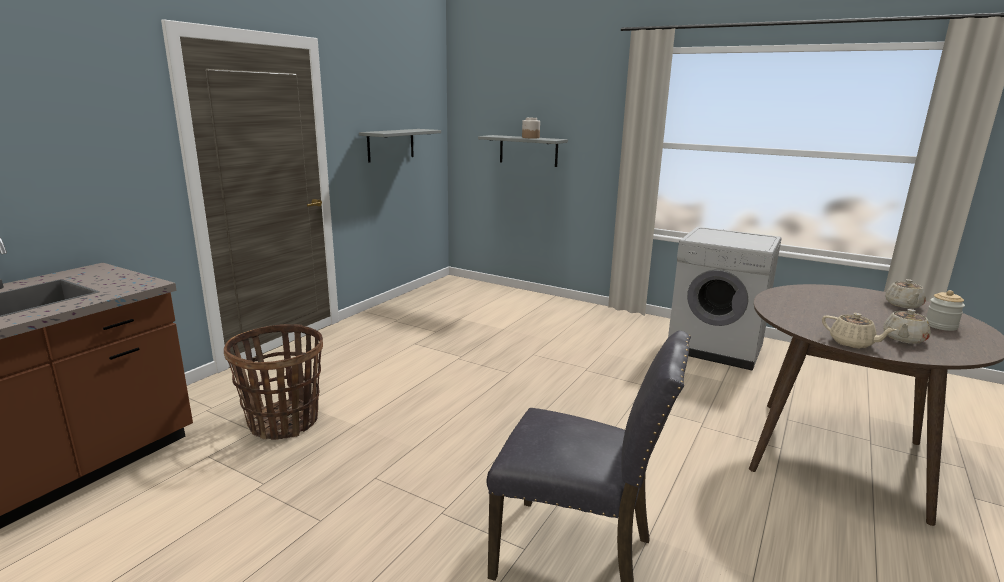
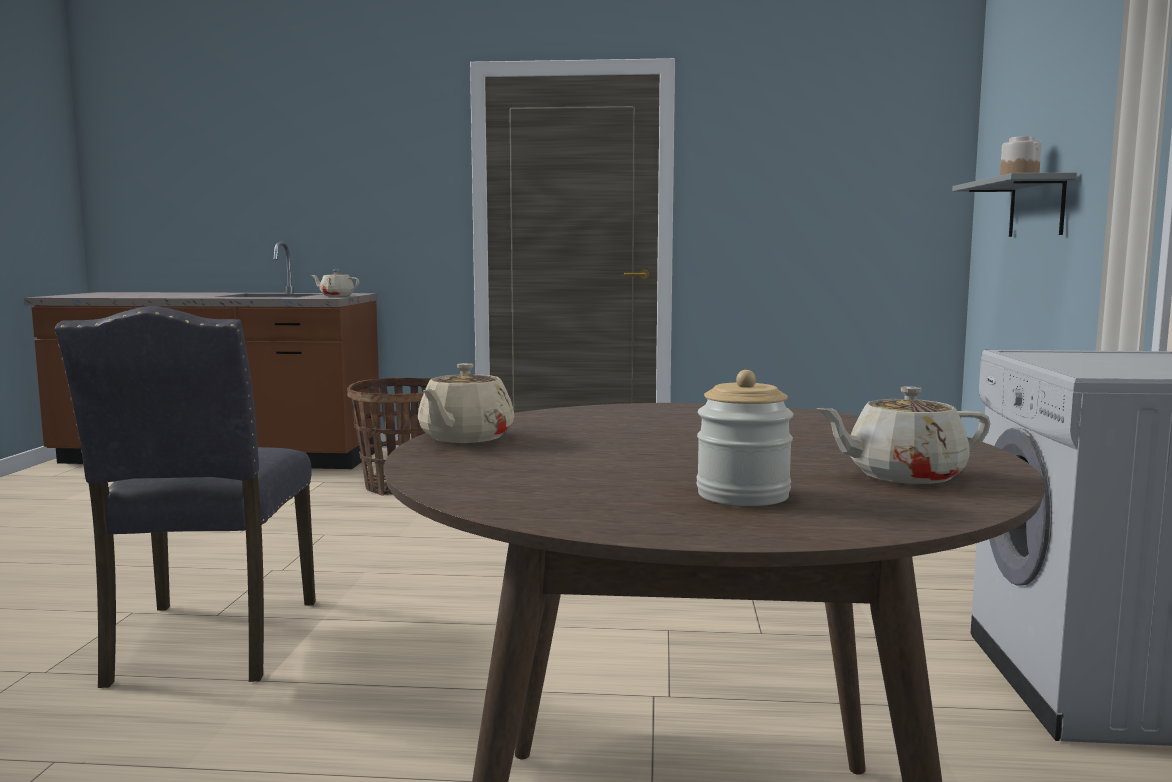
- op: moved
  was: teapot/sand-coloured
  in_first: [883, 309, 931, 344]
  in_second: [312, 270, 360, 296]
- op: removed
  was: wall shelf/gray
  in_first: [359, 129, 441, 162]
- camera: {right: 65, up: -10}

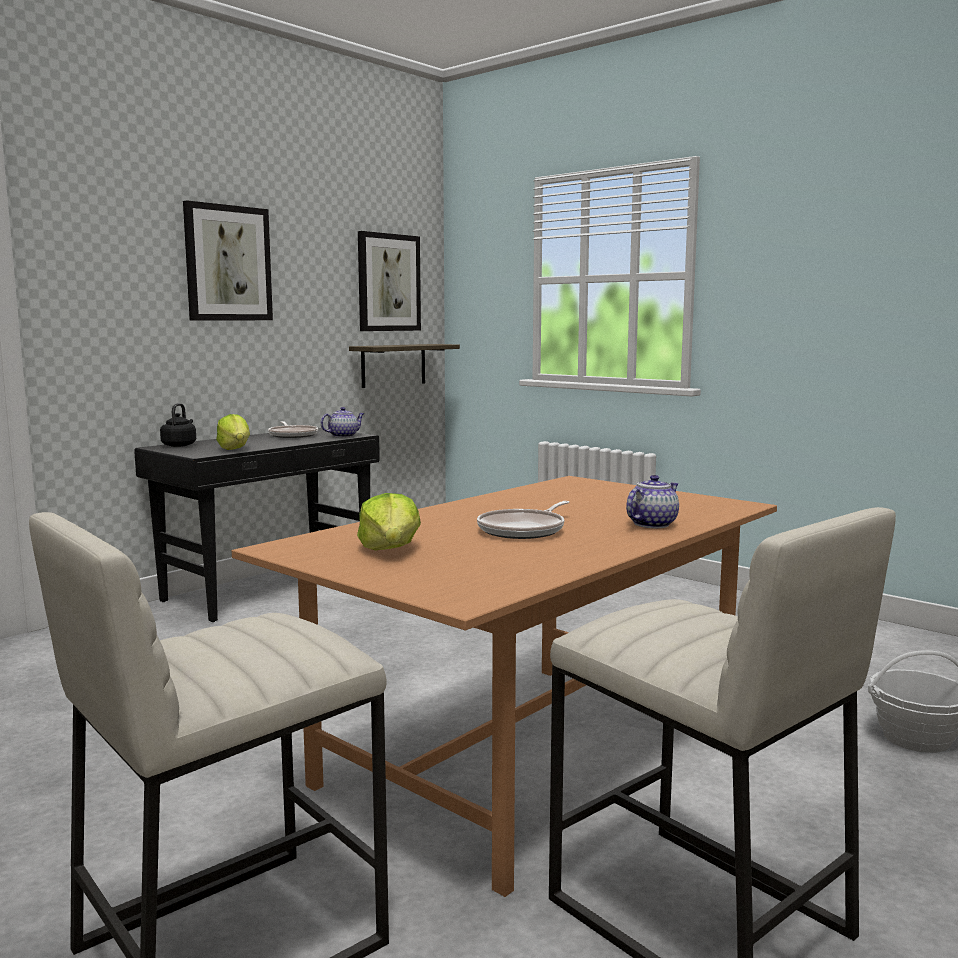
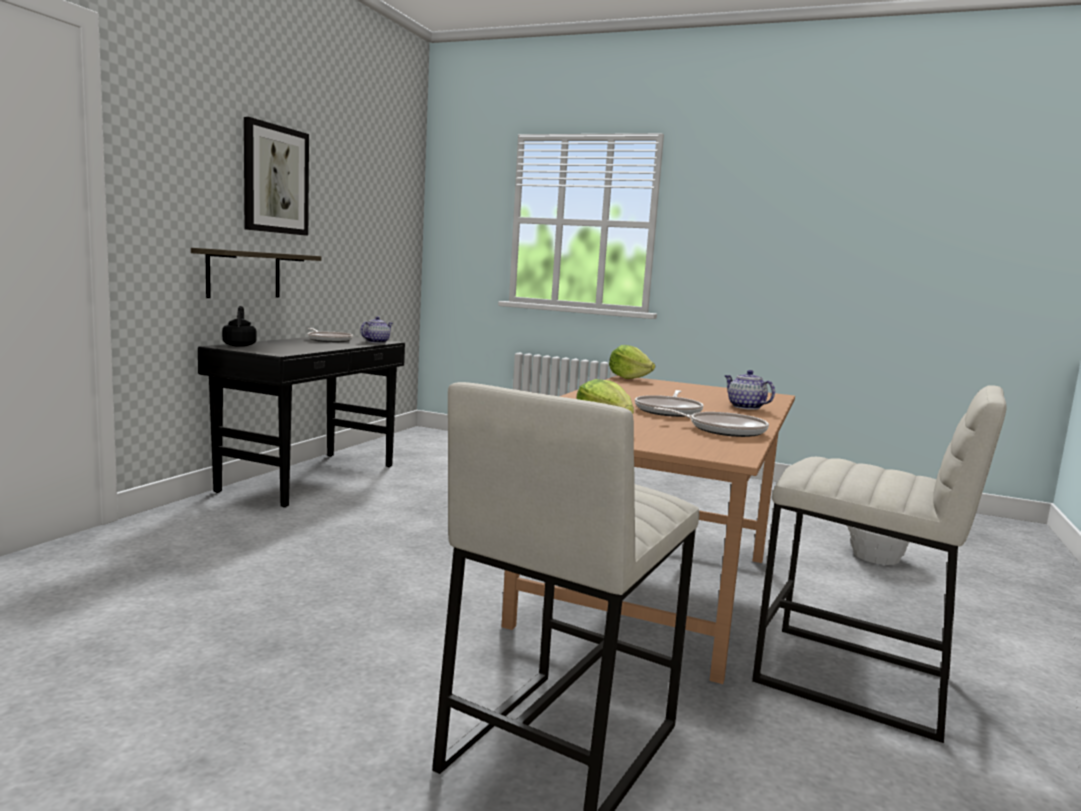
- op: moved
  was: wall shelf
  in_first: [349, 344, 460, 388]
  in_second: [191, 248, 321, 298]
- op: moved
  was: lettuce
  in_first: [216, 414, 250, 450]
  in_second: [609, 345, 655, 379]
- op: added
  now: pan
  in_second: [654, 407, 769, 437]
- op: turned
  was: teapot
  in_first: [626, 475, 679, 528]
  in_second: [725, 370, 775, 410]
  clockwise: -60
- op: removed
  was: wall picture
  in_first: [358, 231, 421, 331]
- camera: {right: -20, up: 0}

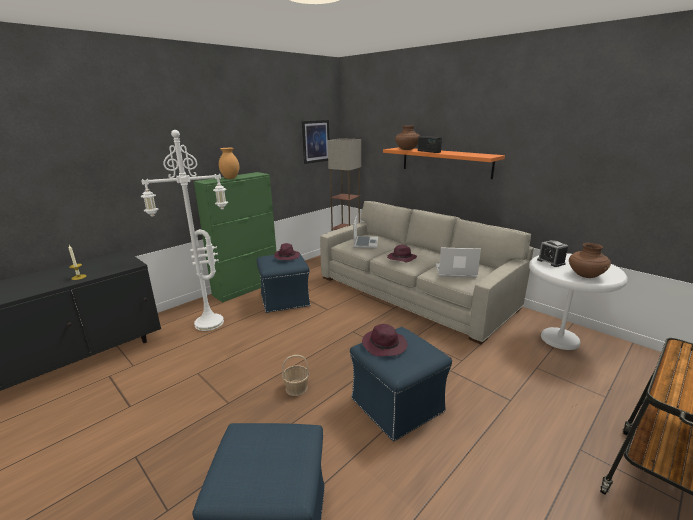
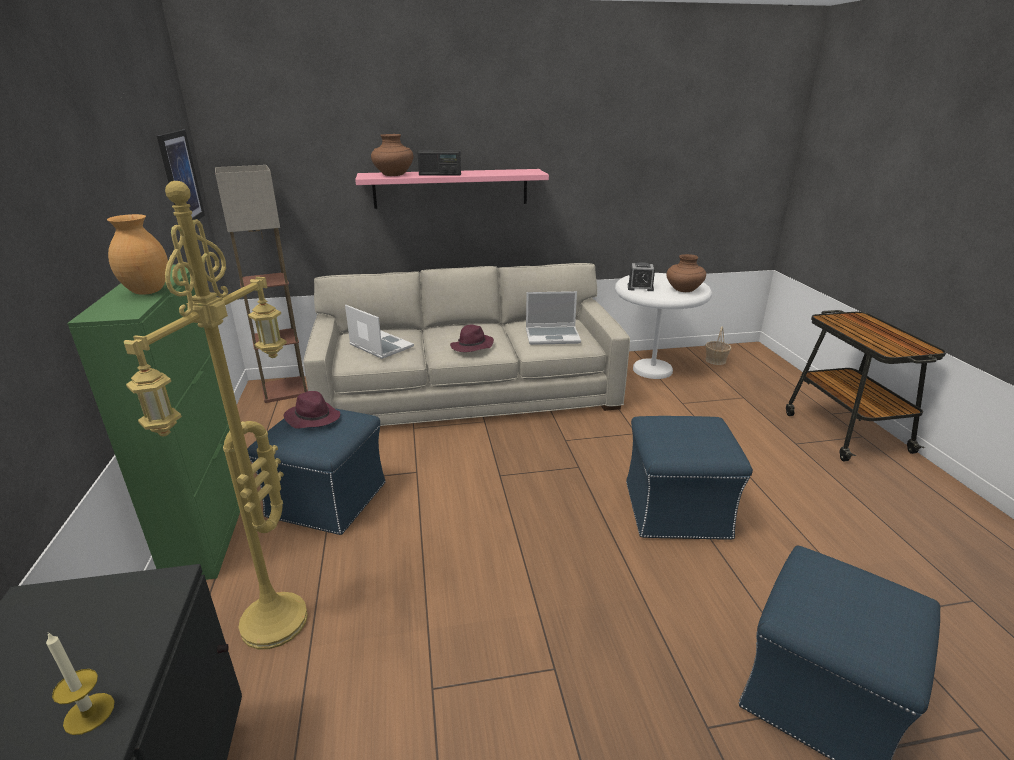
- op: recoloured
  was: floor lamp/white-coloured
  now: floor lamp/yellow-coloured
  in_first: [141, 130, 228, 331]
  in_second: [124, 181, 308, 649]
- op: recoloured
  was: wall shelf/orange-coloured
  now: wall shelf/pink
  in_first: [383, 147, 505, 179]
  in_second: [355, 169, 549, 209]
- op: turned
  was: notebook computer
  in_first: [436, 248, 481, 278]
  in_second: [526, 291, 581, 345]
  clockwise: -135
- op: moved
  was: storage basket
  in_first: [282, 355, 309, 396]
  in_second: [705, 326, 731, 365]
- op: removed
  was: hat/purple
  in_first: [362, 324, 408, 356]
- camera: {right: -55, up: 5}

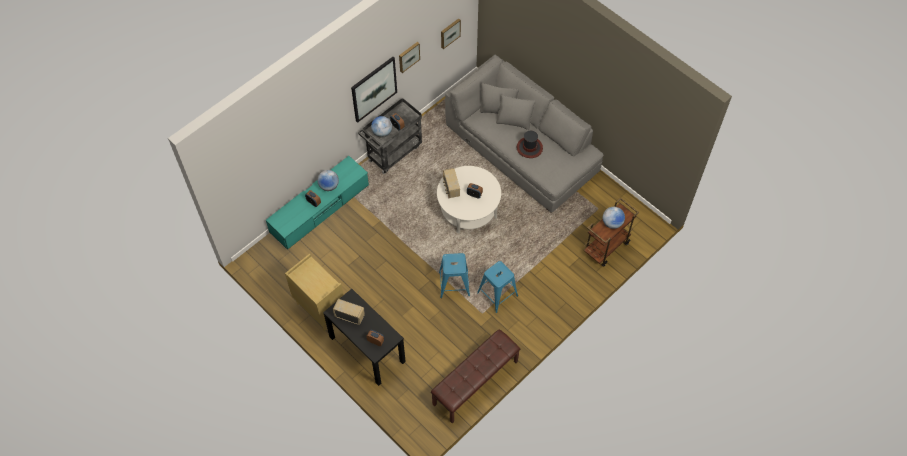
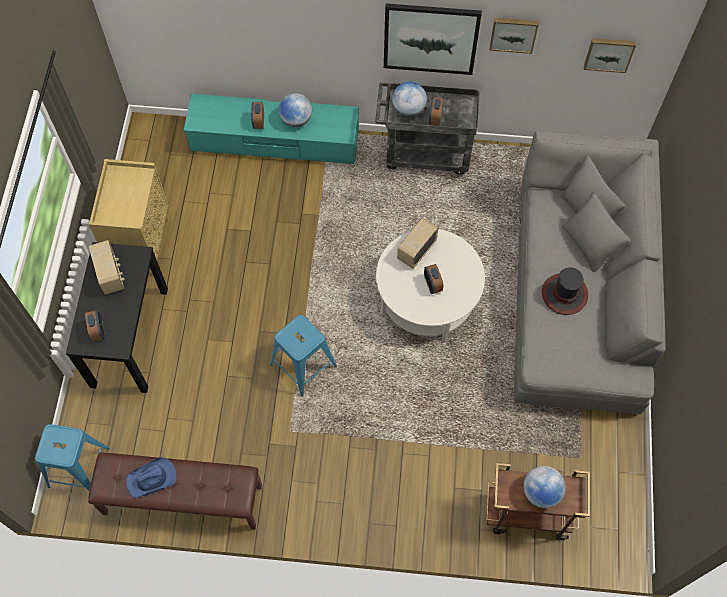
- op: moved
  was: sitting stool/blue-coloured
  in_first: [477, 261, 518, 313]
  in_second: [35, 424, 110, 491]
- op: added
  now: hat/blue-coloured
  in_second: [127, 457, 177, 498]
- camera: {right: 50, up: 5}

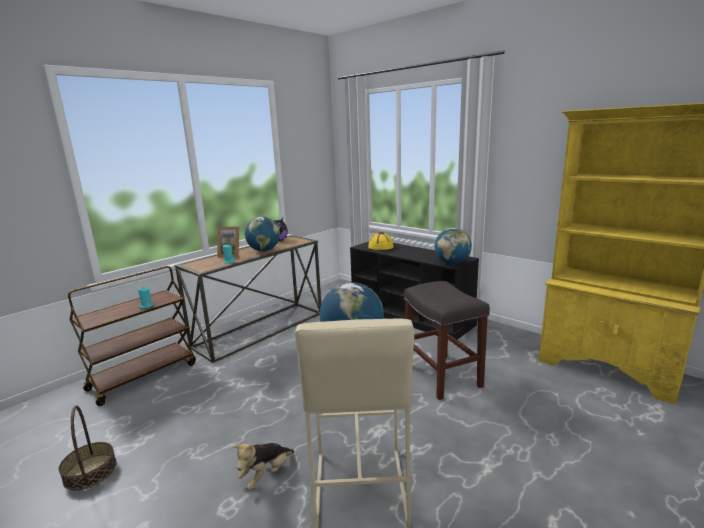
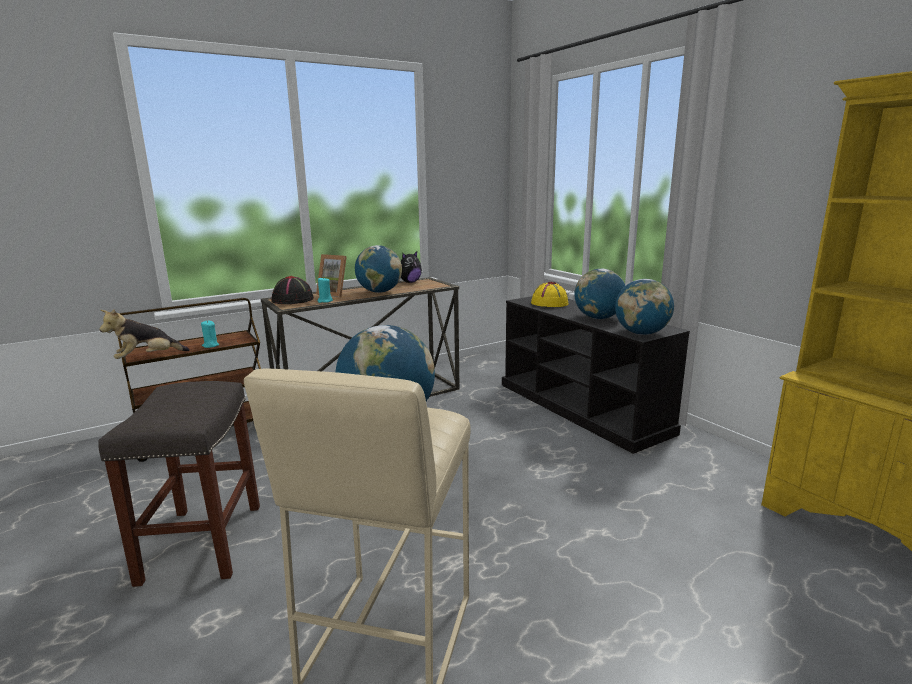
- op: moved
  was: sitting stool/gray
  in_first: [404, 281, 490, 400]
  in_second: [98, 381, 260, 587]
- op: moved
  was: soft toy
  in_first: [233, 443, 294, 490]
  in_second: [99, 309, 190, 359]
- op: added
  now: hat/blackish
  in_second: [271, 276, 314, 304]
- op: added
  now: globe
  in_second: [574, 269, 625, 319]
- op: removed
  was: storage basket
  in_first: [59, 405, 117, 490]
- camera: {right: 15, up: 0}

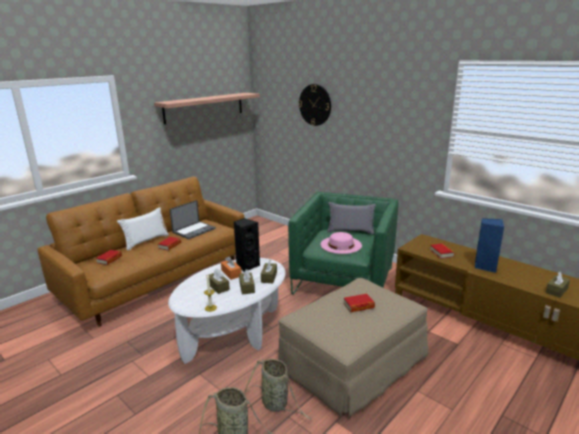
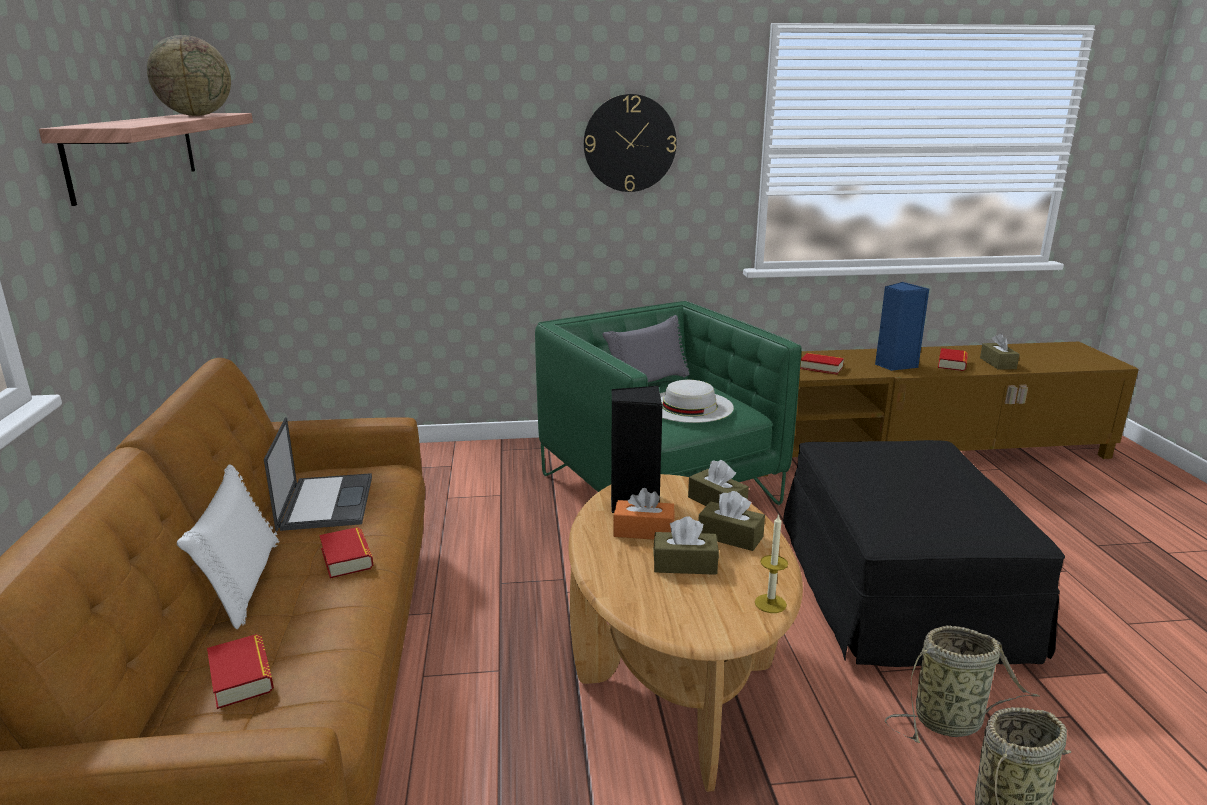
- op: added
  now: globe
  in_second: [147, 35, 231, 116]
- op: recoloured
  was: low table/white-coloured
  now: low table/brown-coloured
  in_first: [168, 258, 286, 364]
  in_second: [569, 474, 803, 792]
- op: moved
  was: clock on the wall
  in_first: [298, 84, 331, 126]
  in_second: [584, 94, 677, 192]
- op: recoloured
  was: hat/pink
  now: hat/white-coloured
  in_first: [320, 232, 362, 254]
  in_second: [660, 380, 734, 423]
- op: recoloured
  was: footrest/sand-coloured
  now: footrest/blackish
  in_first: [278, 278, 428, 418]
  in_second: [783, 440, 1065, 667]
- op: moved
  was: bound book
  in_first: [344, 294, 375, 313]
  in_second: [938, 348, 968, 371]
- camera: {right: -50, up: 0}

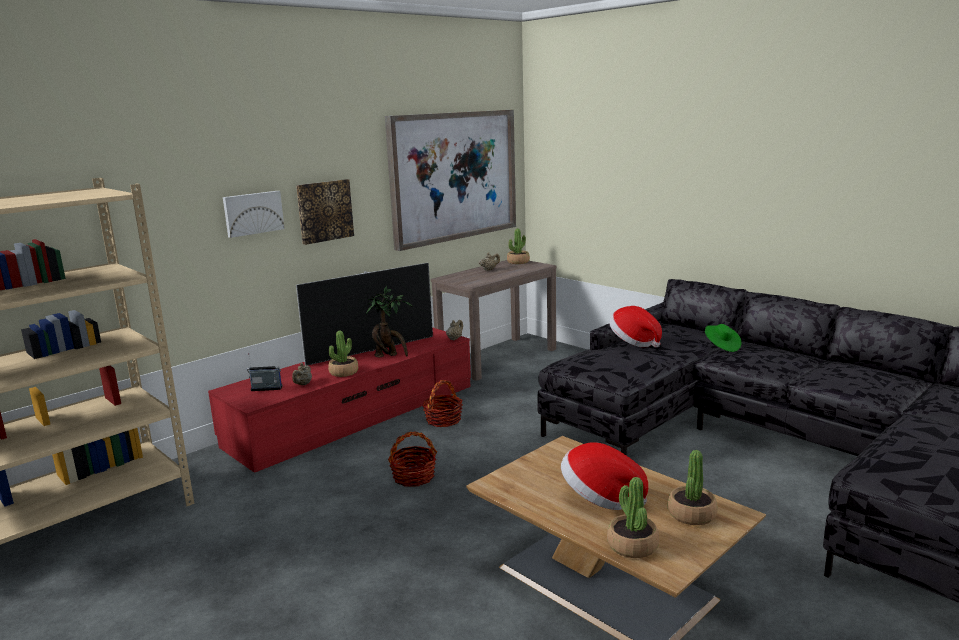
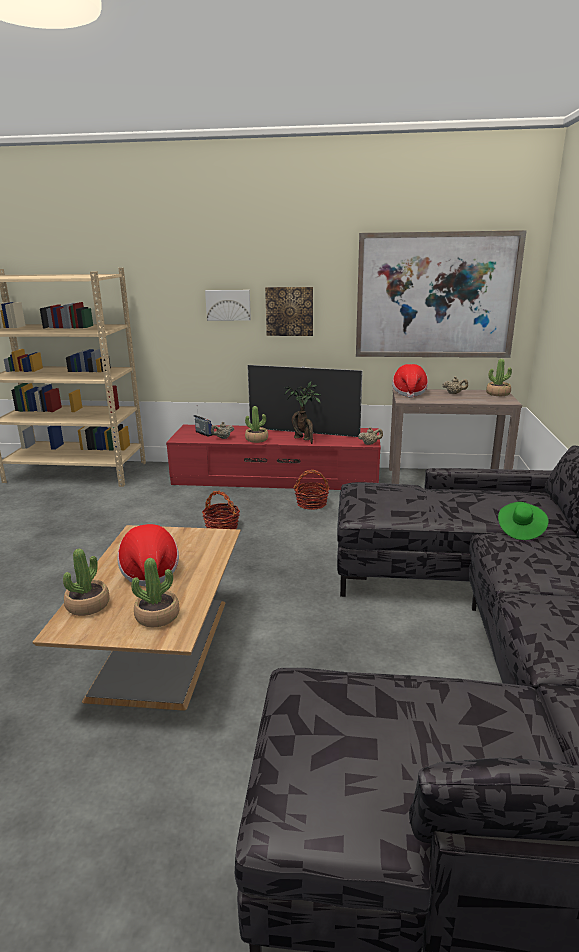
- op: moved
  was: hat
  in_first: [609, 306, 662, 348]
  in_second: [392, 364, 428, 398]
- camera: {right: 50, up: 5}

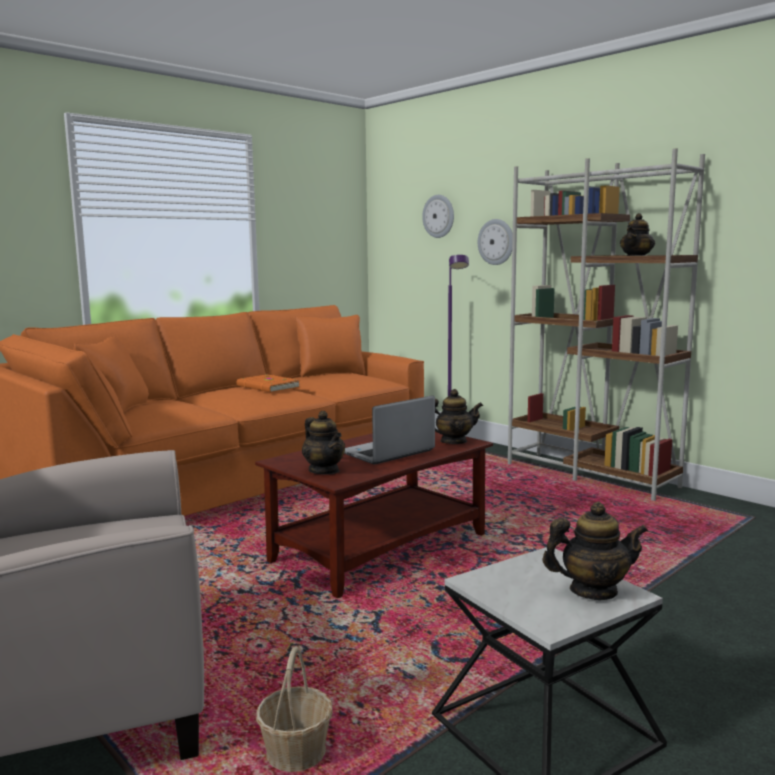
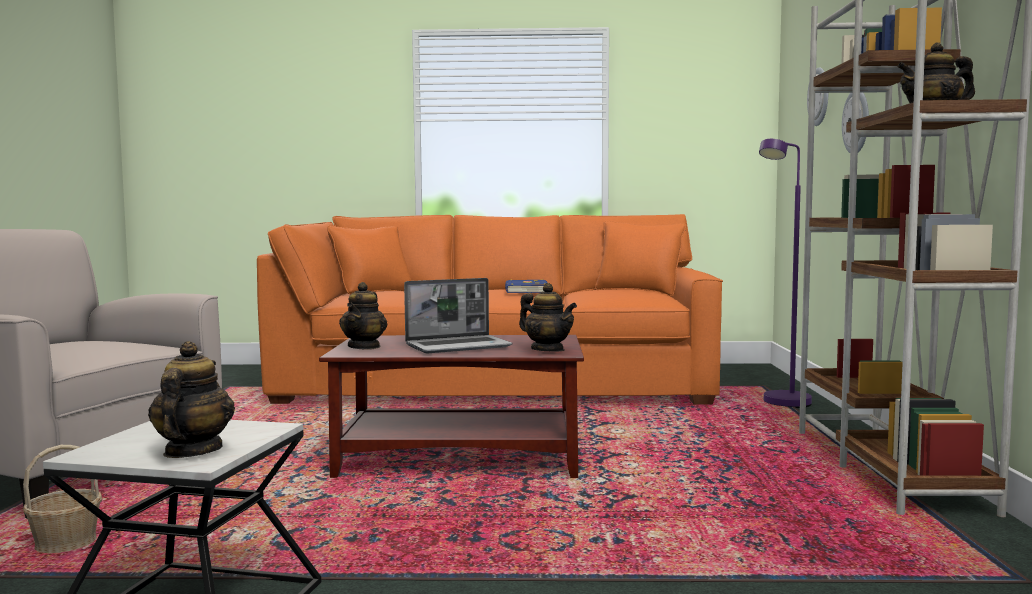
- op: turned
  was: teapot
  in_first: [542, 502, 648, 600]
  in_second: [148, 341, 235, 458]
  clockwise: -135
- op: turned
  was: notebook computer
  in_first: [344, 396, 435, 465]
  in_second: [404, 278, 513, 353]
  clockwise: 150
- op: recoloured
  was: bound book/orange-coloured
  now: bound book/blue-coloured
  in_first: [237, 374, 300, 392]
  in_second: [505, 279, 547, 293]
- camera: {right: 45, up: -5}

